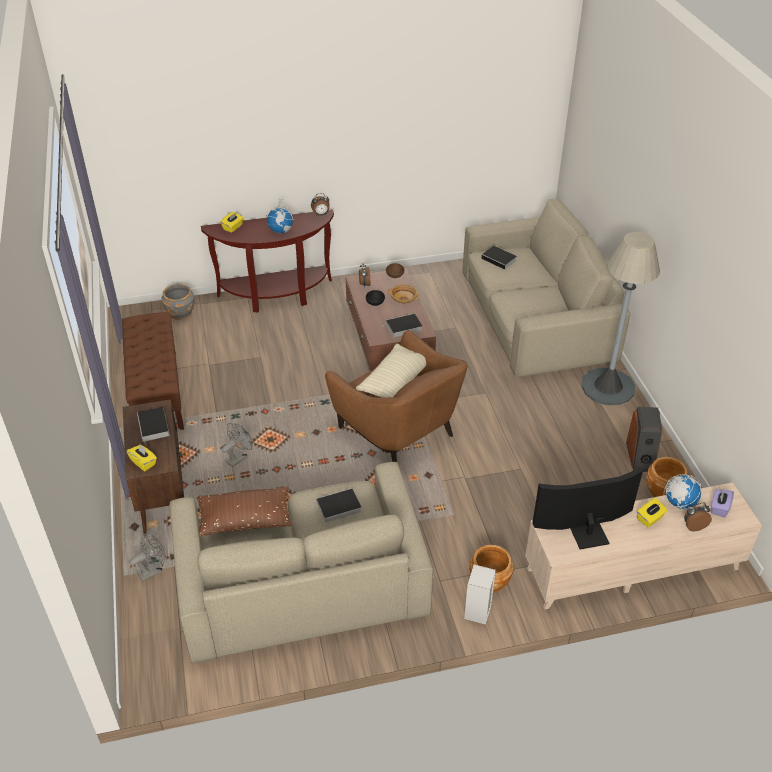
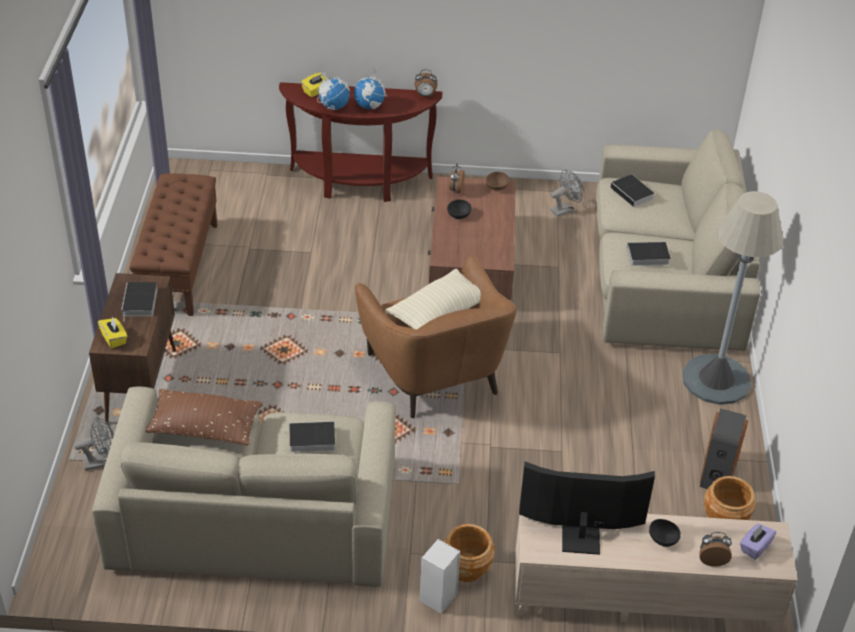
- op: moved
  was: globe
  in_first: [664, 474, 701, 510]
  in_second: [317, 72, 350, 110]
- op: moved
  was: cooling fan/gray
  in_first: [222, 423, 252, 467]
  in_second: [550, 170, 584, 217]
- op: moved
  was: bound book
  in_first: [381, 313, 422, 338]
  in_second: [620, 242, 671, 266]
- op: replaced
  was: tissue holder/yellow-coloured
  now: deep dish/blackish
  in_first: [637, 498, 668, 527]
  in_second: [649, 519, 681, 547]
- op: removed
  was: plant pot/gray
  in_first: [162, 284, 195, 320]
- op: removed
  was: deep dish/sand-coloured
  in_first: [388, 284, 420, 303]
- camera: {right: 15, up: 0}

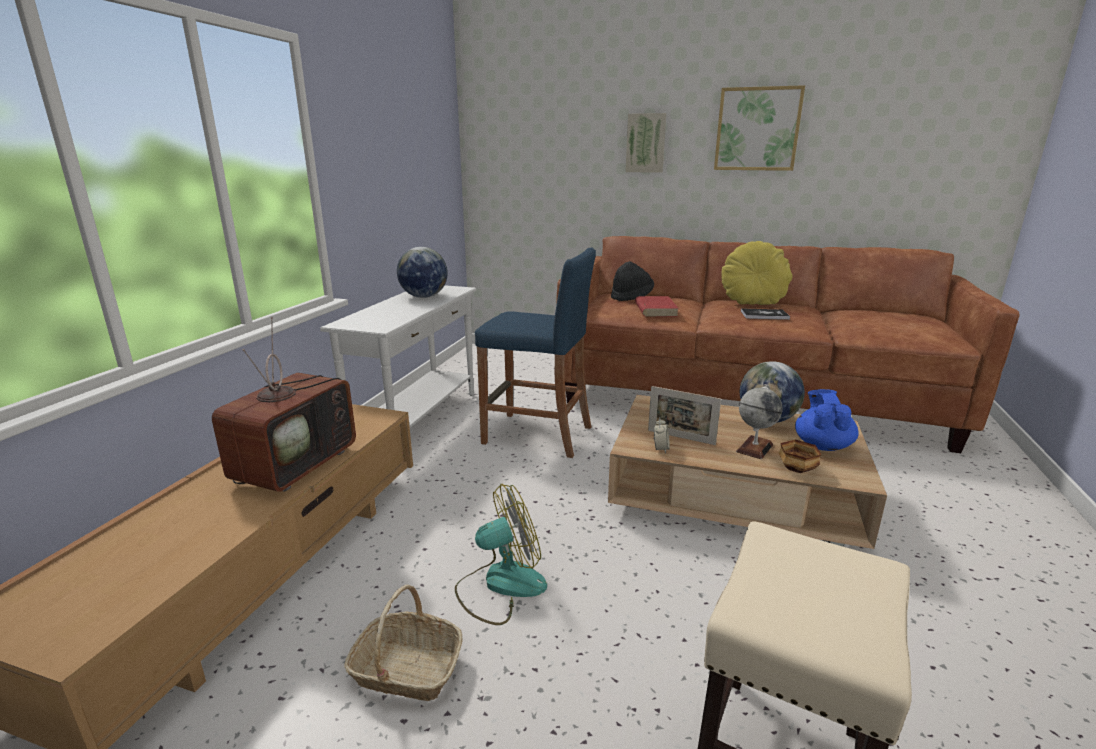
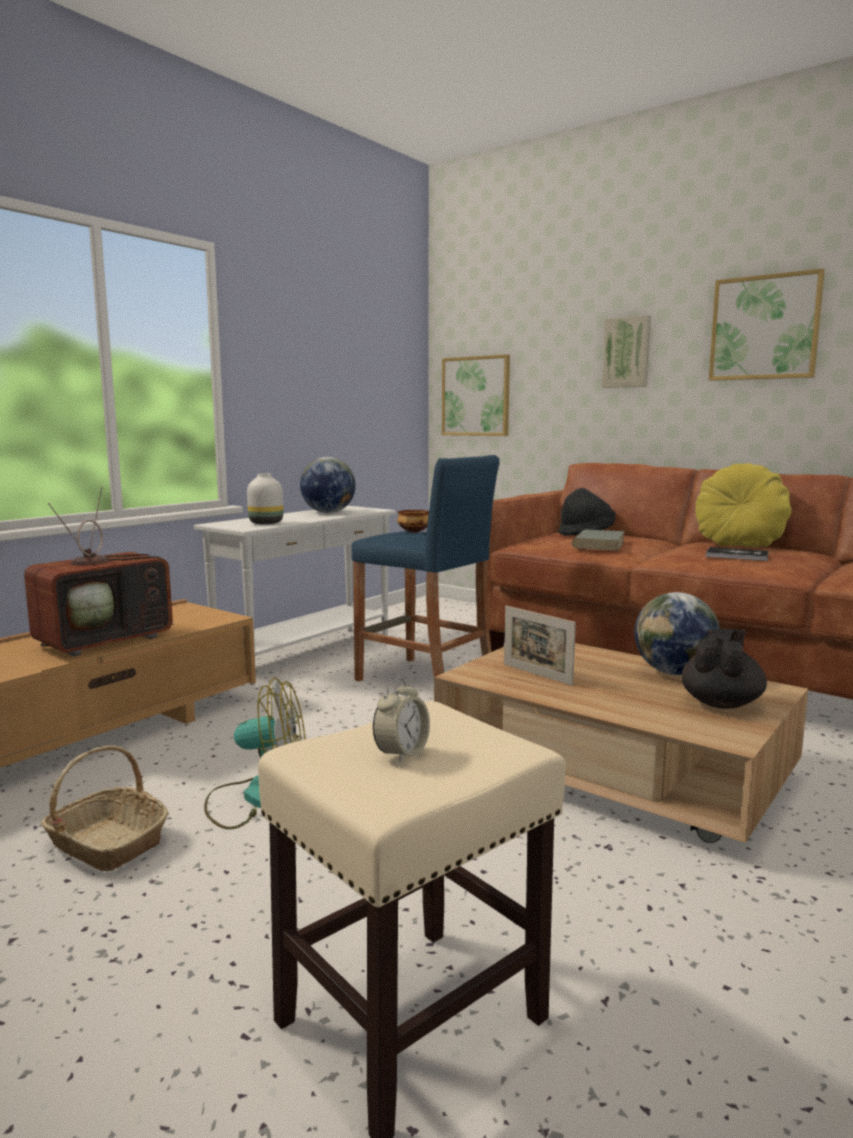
- op: added
  now: decorative vase/white-coloured
  in_second: [247, 473, 283, 524]
- op: moved
  was: bedside clock
  in_first: [653, 417, 670, 454]
  in_second: [373, 678, 430, 764]
- op: moved
  was: deep dish
  in_first: [778, 440, 821, 473]
  in_second: [397, 510, 429, 533]
- op: added
  now: wall picture
  in_second: [442, 354, 510, 436]
- op: recoloured
  was: bound book/red
  now: bound book/gray
  in_first: [635, 296, 679, 317]
  in_second: [572, 530, 625, 551]
- op: recoloured
  was: teapot/blue-coloured
  now: teapot/blackish
  in_first: [795, 389, 859, 451]
  in_second: [682, 629, 767, 709]
- op: removed
  was: globe
  in_first: [736, 384, 783, 459]
- camera: {right: 20, up: -10}

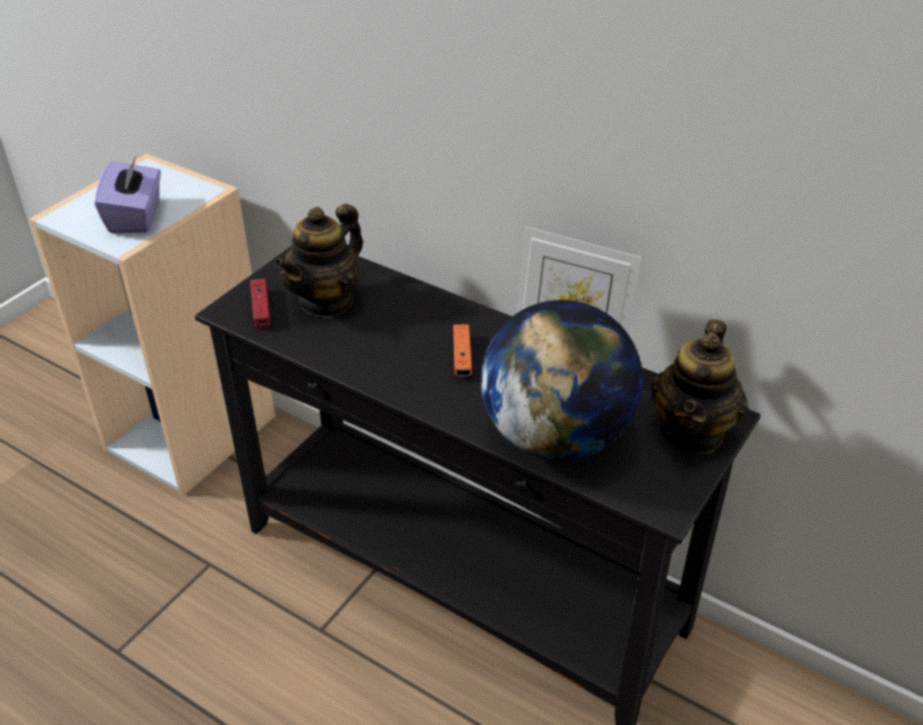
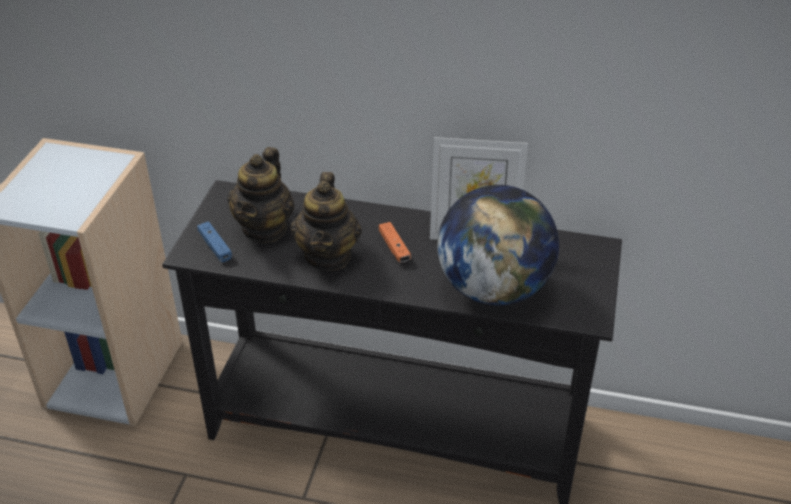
- op: recoloured
  was: joypad/red
  now: joypad/blue-coloured
  in_first: [250, 278, 270, 328]
  in_second: [197, 221, 232, 262]
- op: moved
  was: teapot
  in_first: [650, 319, 748, 454]
  in_second: [290, 172, 362, 271]
- op: removed
  was: tissue holder/purple
  in_first: [95, 154, 161, 233]
- camera: {right: -20, up: 0}

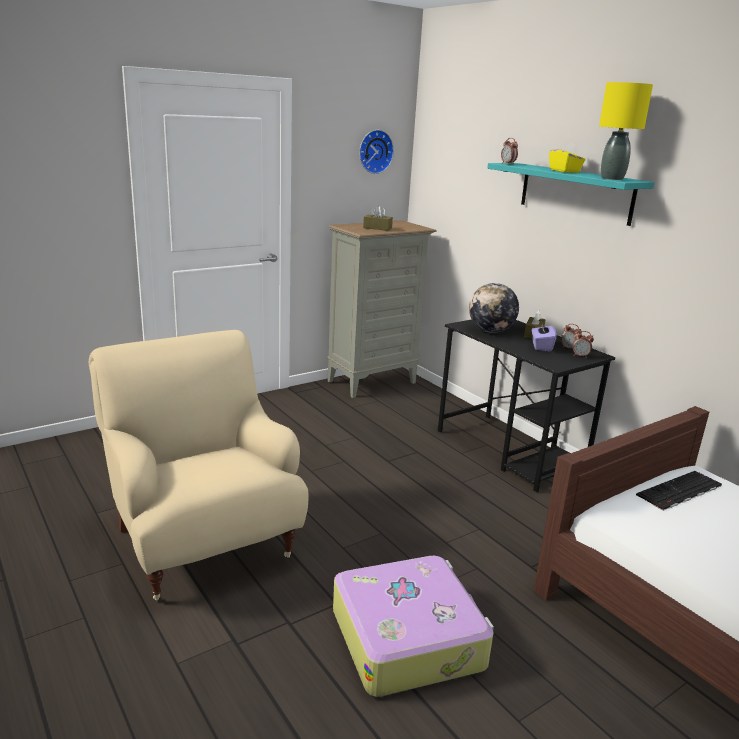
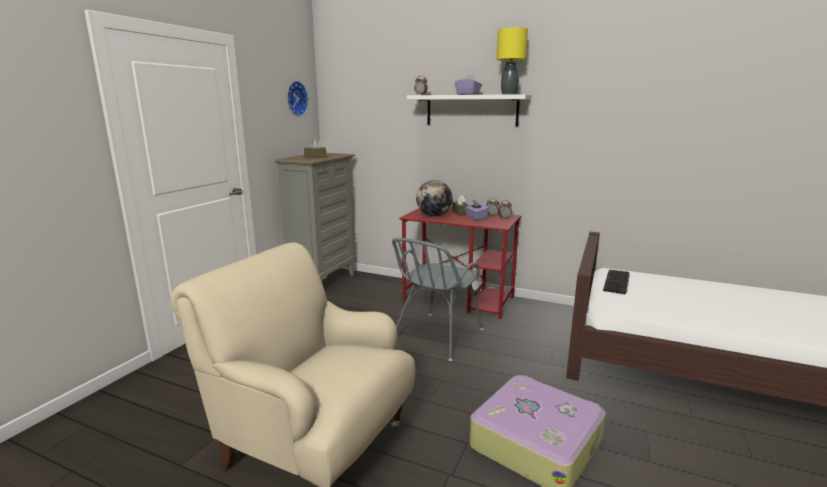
- op: added
  now: upright chair/gray
  in_second: [392, 238, 484, 361]
- op: recoloured
  was: desk/blackish
  now: desk/red
  in_first: [438, 319, 615, 492]
  in_second: [399, 208, 521, 319]
- op: recoloured
  was: wall shelf/blue-green
  now: wall shelf/white-coloured
  in_first: [487, 163, 655, 226]
  in_second: [407, 94, 532, 126]
- op: recoloured
  was: tissue holder/yellow-coloured
  now: tissue holder/purple
  in_first: [549, 143, 585, 173]
  in_second: [455, 75, 482, 95]
- camera: {right: -30, up: -5}

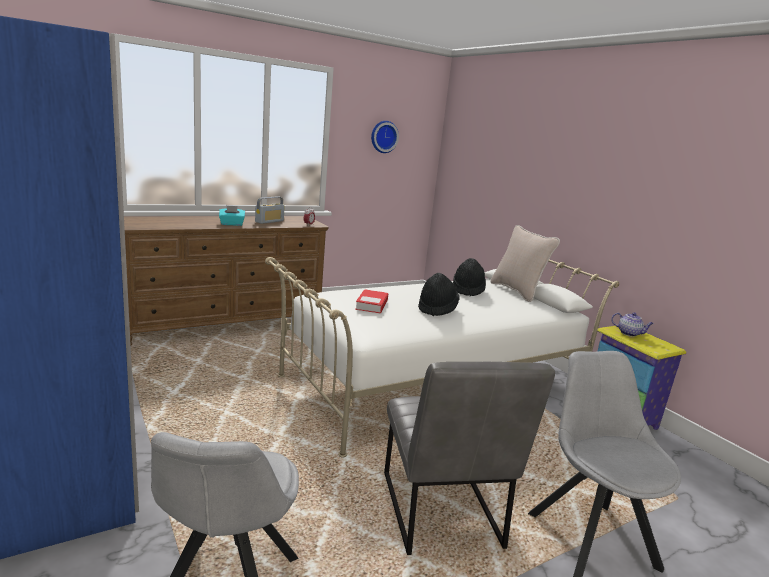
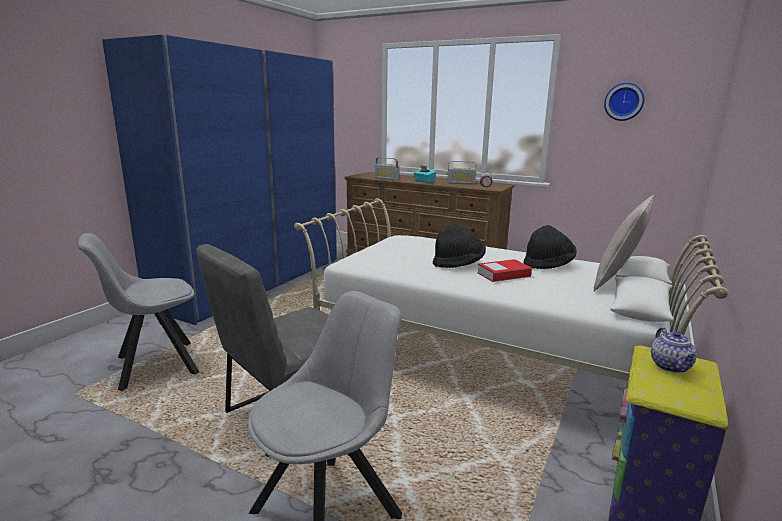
- op: added
  now: radio set
  in_second: [374, 157, 399, 180]
- op: moved
  was: bound book
  in_first: [355, 289, 388, 313]
  in_second: [477, 259, 532, 282]
- camera: {right: 60, up: 0}

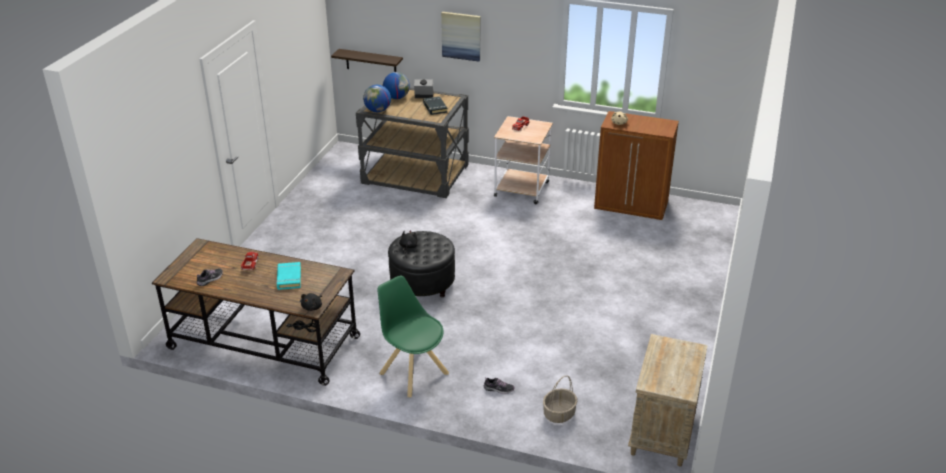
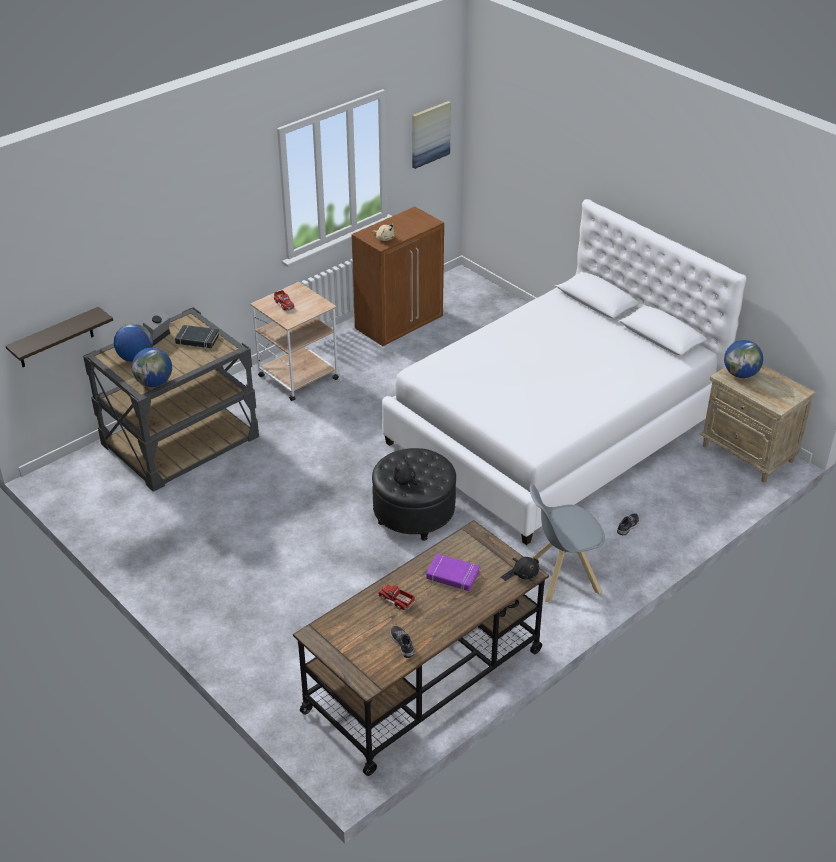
- op: added
  now: sleeping bed/white-coloured
  in_second: [382, 199, 747, 545]
- op: moved
  was: wall picture
  in_first: [441, 12, 480, 62]
  in_second: [412, 101, 451, 169]
- op: recoloured
  was: bound book/blue-green
  now: bound book/purple
  in_first: [276, 262, 301, 290]
  in_second: [426, 554, 480, 591]
- op: recoloured
  was: upright chair/green
  now: upright chair/gray
  in_first: [378, 276, 449, 397]
  in_second: [529, 484, 605, 603]
- op: added
  now: globe
  in_second: [724, 340, 763, 378]
- op: removed
  was: storage basket
  in_first: [543, 375, 577, 423]
- camera: {right: -60, up: 5}

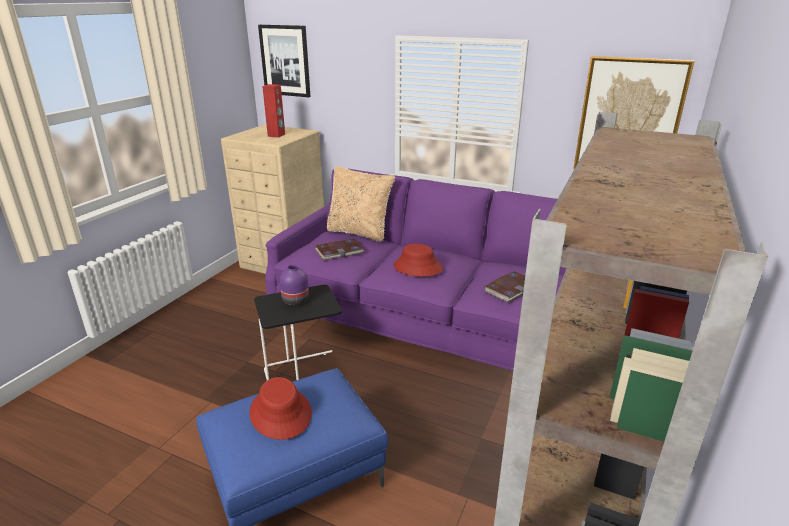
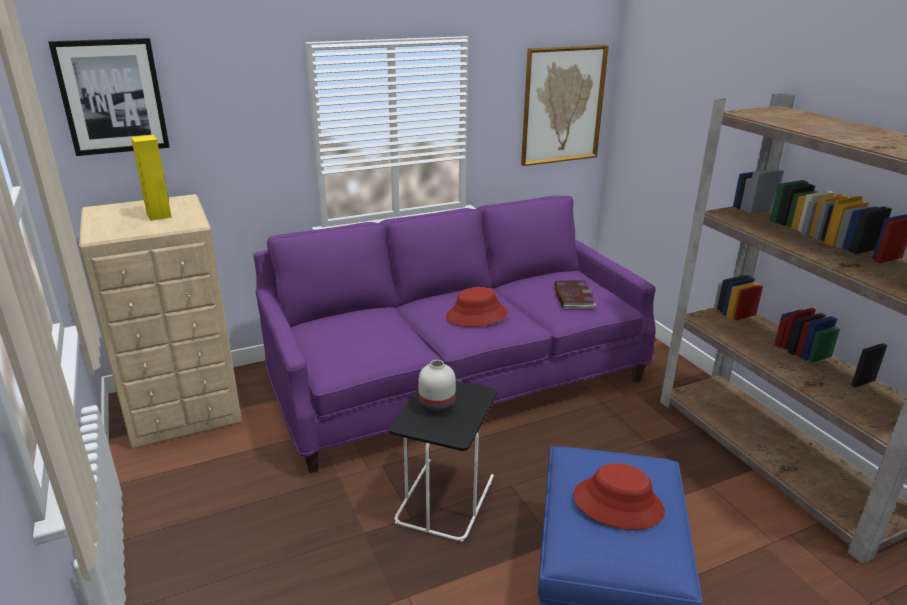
- op: recoloured
  was: speaker/red
  now: speaker/yellow-coloured
  in_first: [262, 84, 285, 137]
  in_second: [131, 135, 172, 221]
- op: recoloured
  was: decorative vase/purple
  now: decorative vase/white-coloured
  in_first: [280, 265, 309, 306]
  in_second: [418, 360, 456, 415]
- op: removed
  was: bound book
  in_first: [315, 239, 364, 260]
- op: removed
  was: throw pillow/sand-coloured
  in_first: [327, 166, 395, 242]
- camera: {right: -50, up: 0}

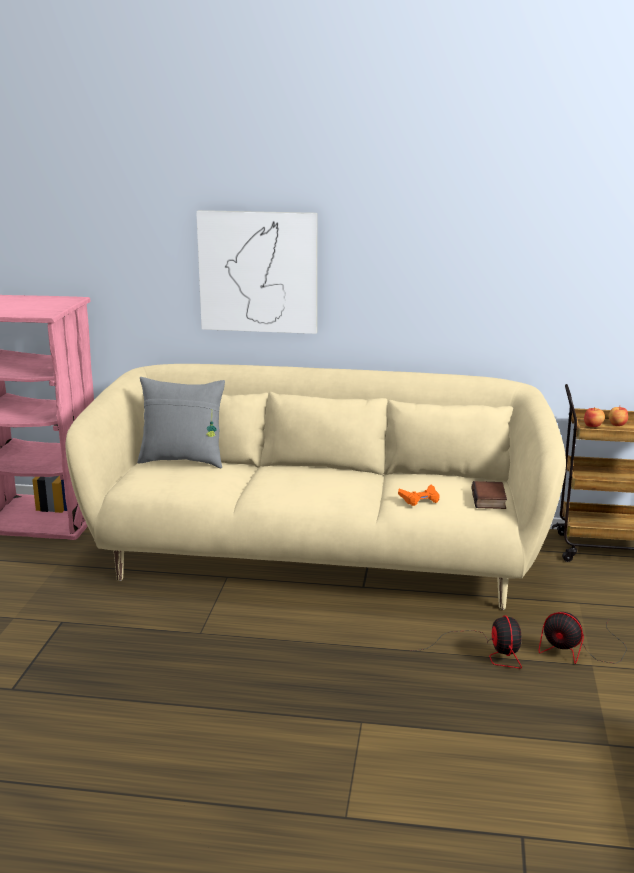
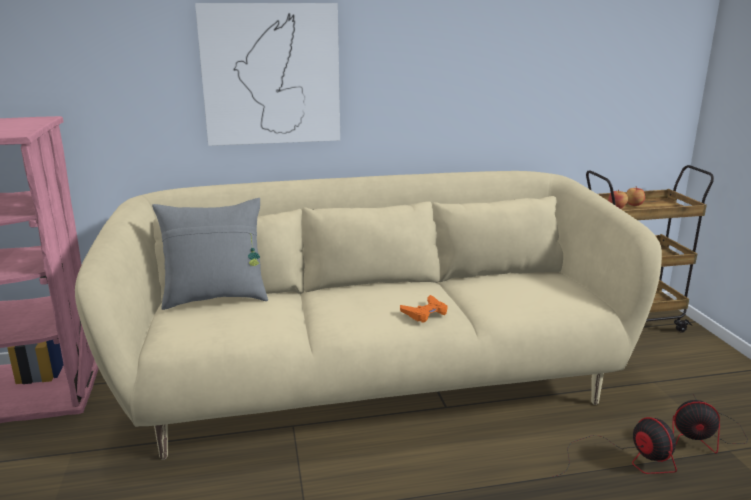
- op: moved
  was: joypad/orange-coloured
  in_first: [398, 485, 440, 506]
  in_second: [400, 295, 448, 323]
- op: removed
  was: bound book
  in_first: [471, 481, 507, 509]
- camera: {right: -20, up: 0}

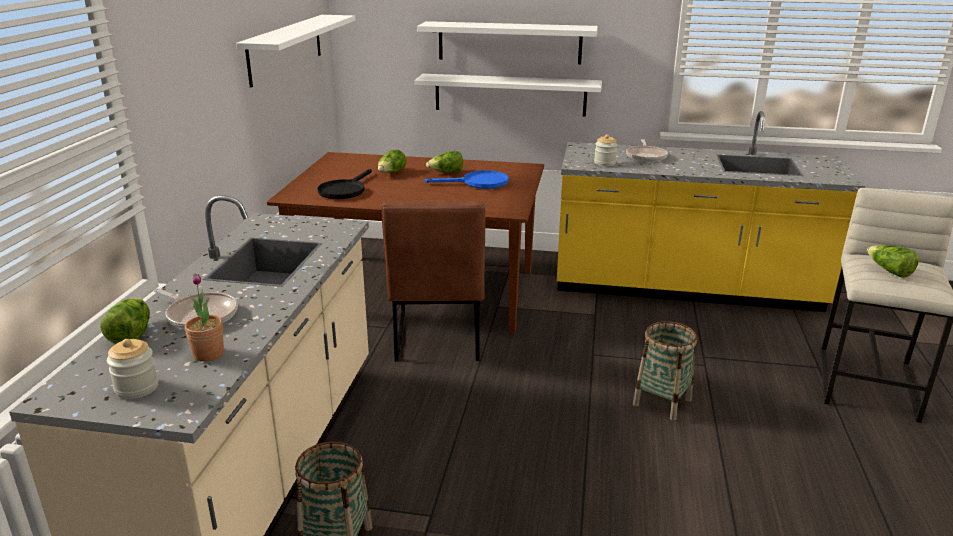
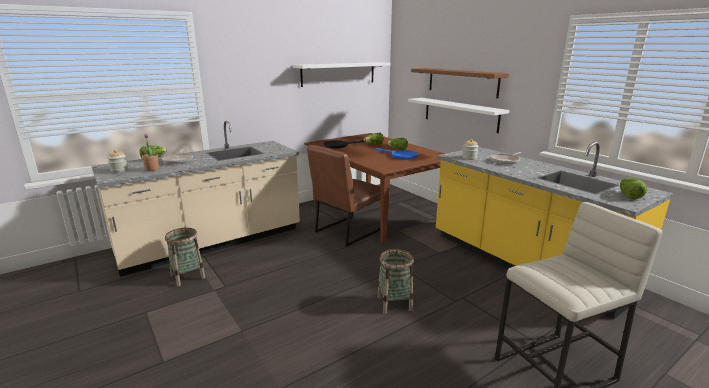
- op: recoloured
  was: wall shelf/white-coloured
  now: wall shelf/brown-coloured
  in_first: [417, 21, 598, 64]
  in_second: [411, 68, 509, 98]
- op: moved
  was: lettuce
  in_first: [867, 245, 919, 278]
  in_second: [620, 178, 647, 199]
- camera: {right: 45, up: -5}

